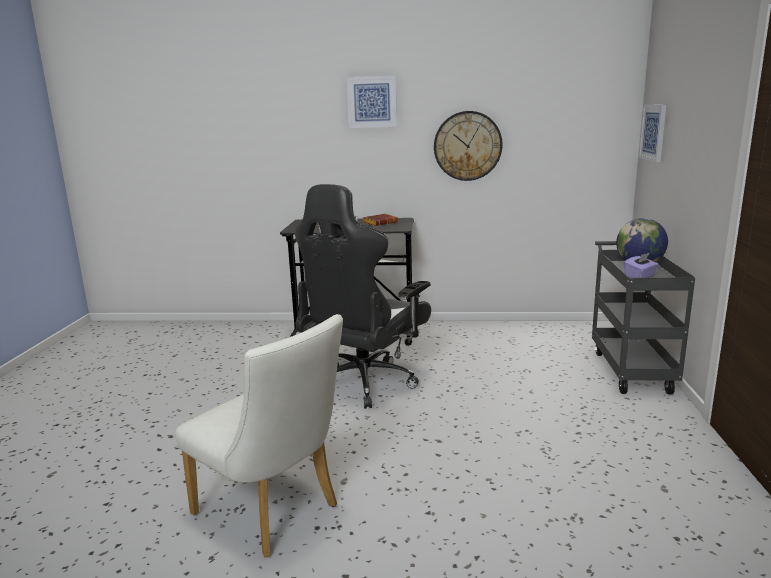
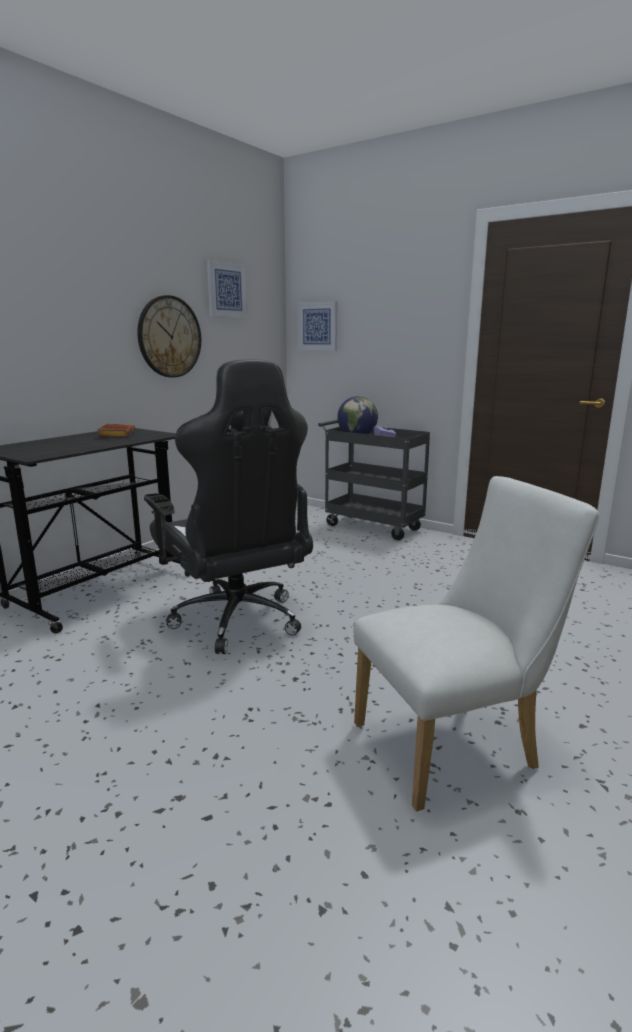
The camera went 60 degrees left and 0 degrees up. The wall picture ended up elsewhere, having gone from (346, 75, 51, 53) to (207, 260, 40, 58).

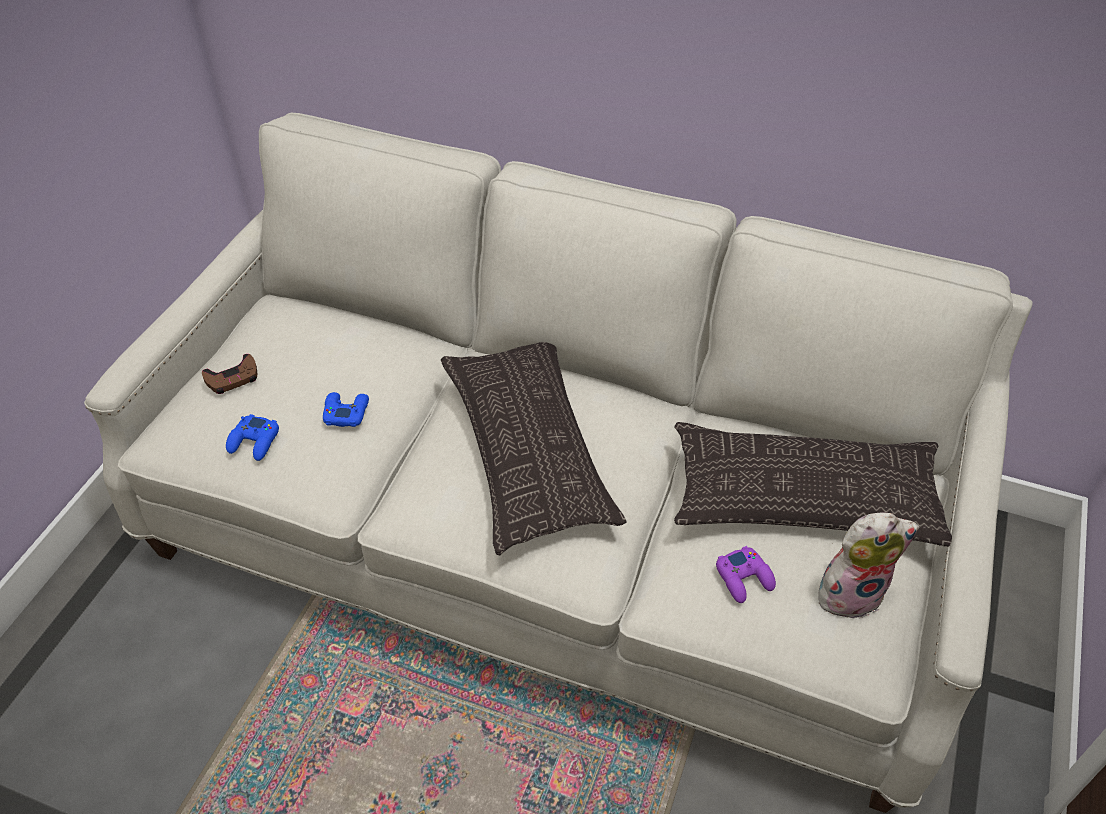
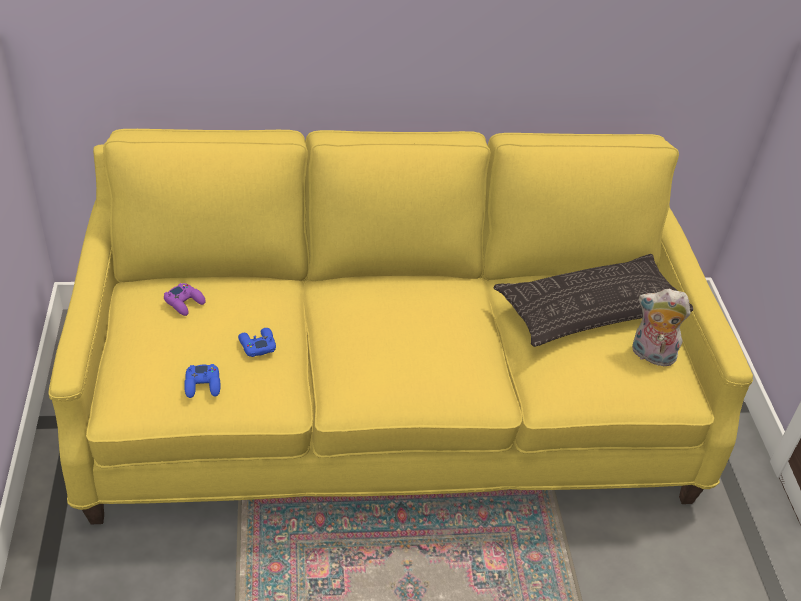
The camera went 30 degrees left and 5 degrees down. What was the white-coloured couch at (84, 113, 948, 700) turned into the yellow-coloured couch at (49, 129, 704, 395). The purple joypad ended up elsewhere, having gone from (716, 546, 60, 57) to (164, 283, 42, 33). The soft toy at (818, 512, 101, 107) ended up facing another way, 120 degrees counterclockwise from before. The second view lost the brown joypad at (202, 354, 55, 40). The second view lost the pillow at (441, 342, 186, 213).

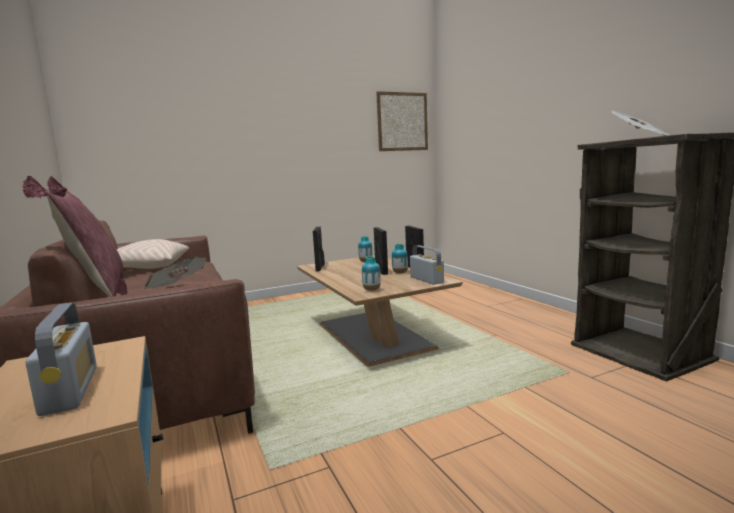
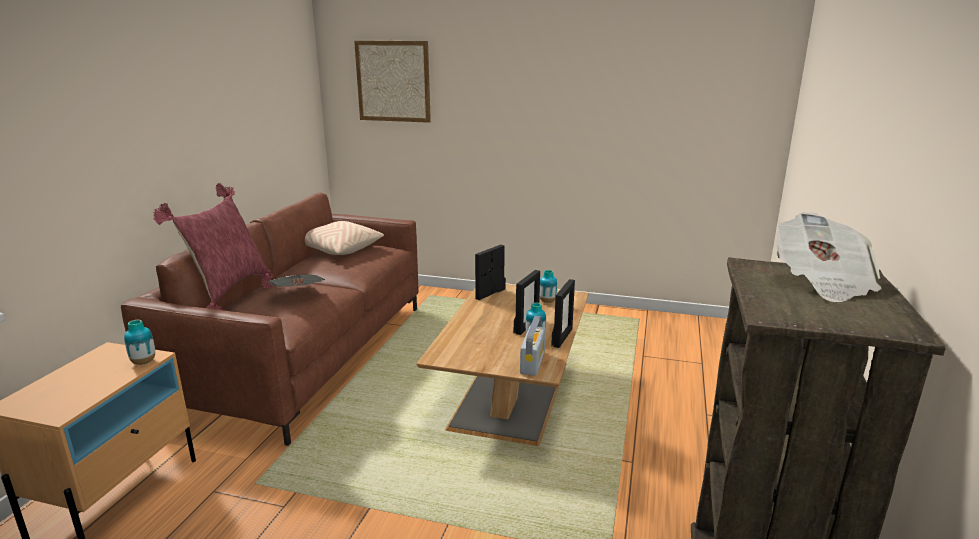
The camera went 40 degrees right and 10 degrees up. The vase ended up elsewhere, having gone from (362, 256, 19, 35) to (124, 320, 31, 45). The wall picture ended up elsewhere, having gone from (376, 91, 52, 60) to (354, 39, 77, 84). The second view lost the radio set at (25, 302, 72, 114).

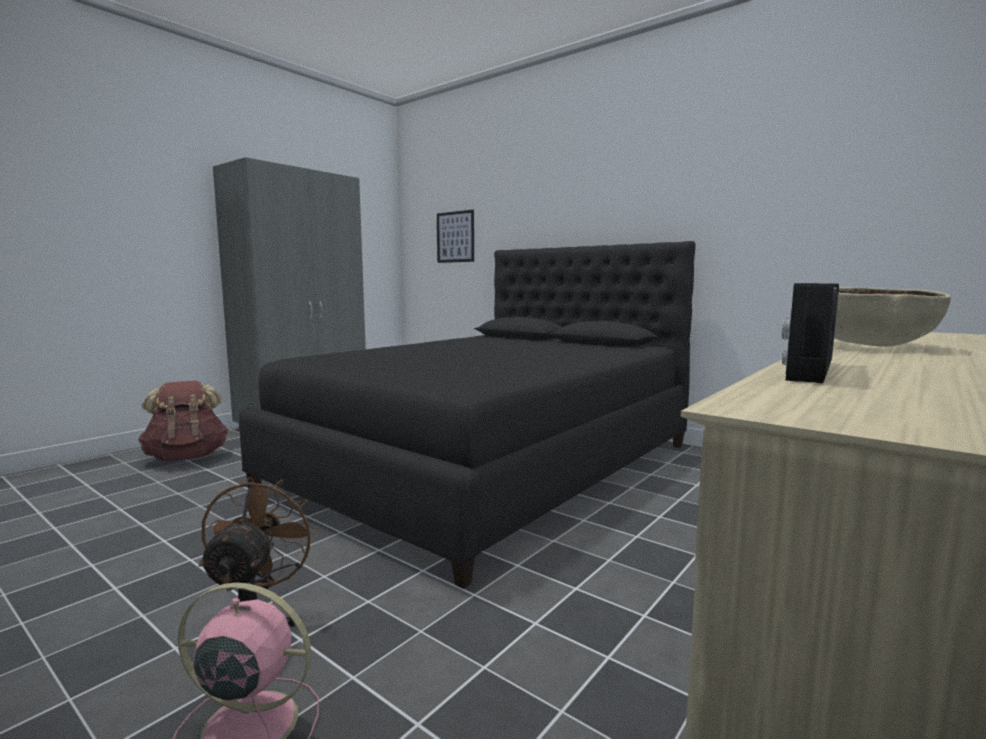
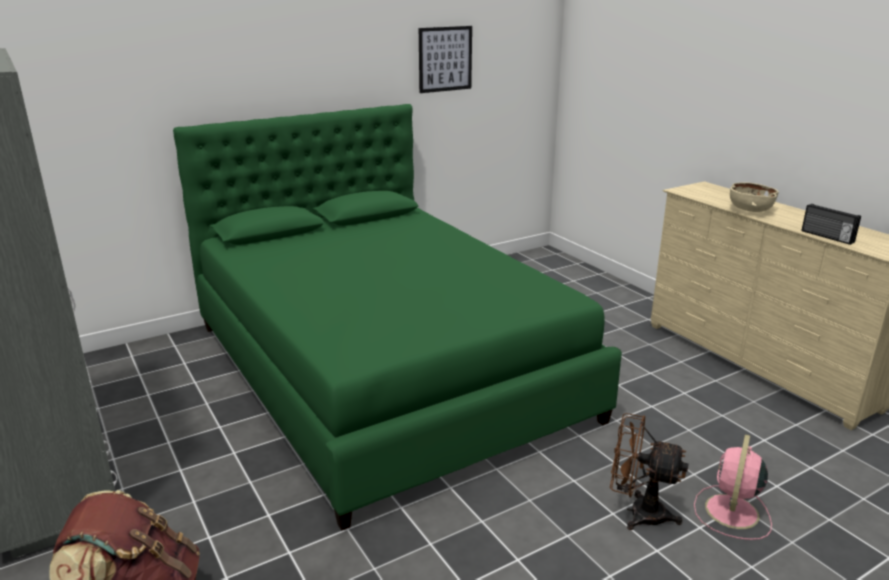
The camera went 70 degrees left and 15 degrees up. What was the blackish bedroom bed at (239, 241, 457, 348) turned into the greenish bedroom bed at (173, 104, 449, 427). The wall picture ended up elsewhere, having gone from (437, 210, 37, 53) to (419, 26, 53, 67).

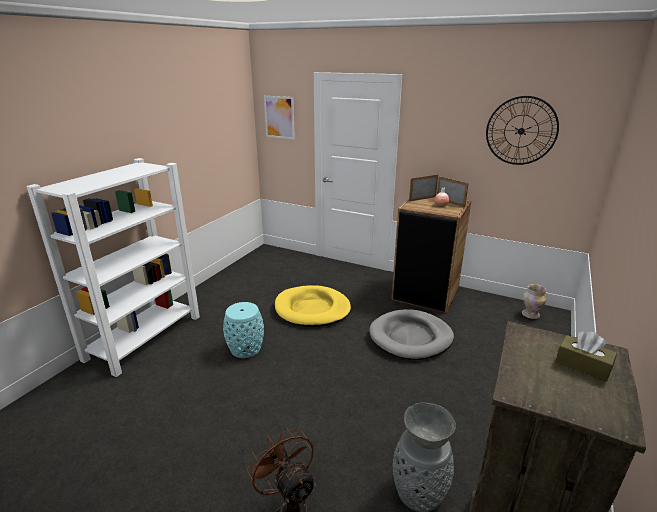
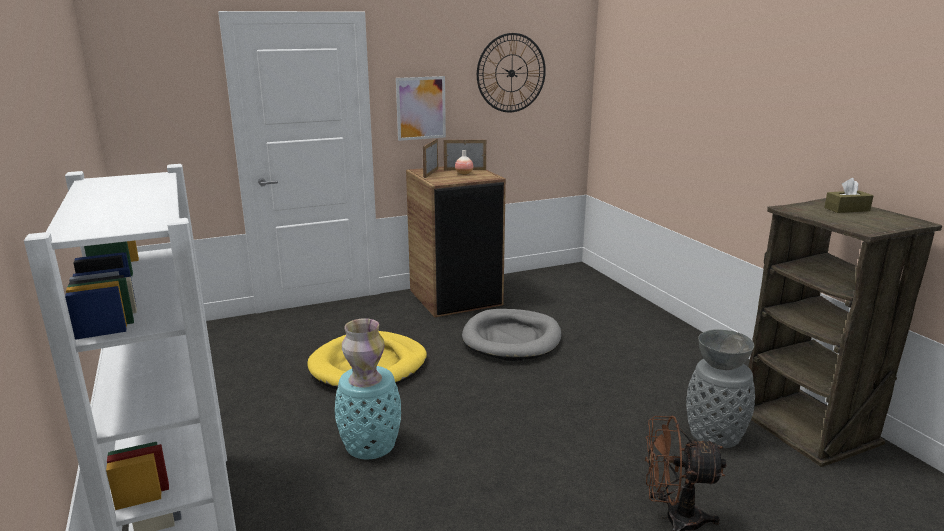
The camera went 50 degrees left and 5 degrees down. The vase ended up elsewhere, having gone from (522, 284, 25, 35) to (342, 318, 43, 70). The wall picture ended up elsewhere, having gone from (264, 96, 31, 43) to (396, 76, 50, 65).

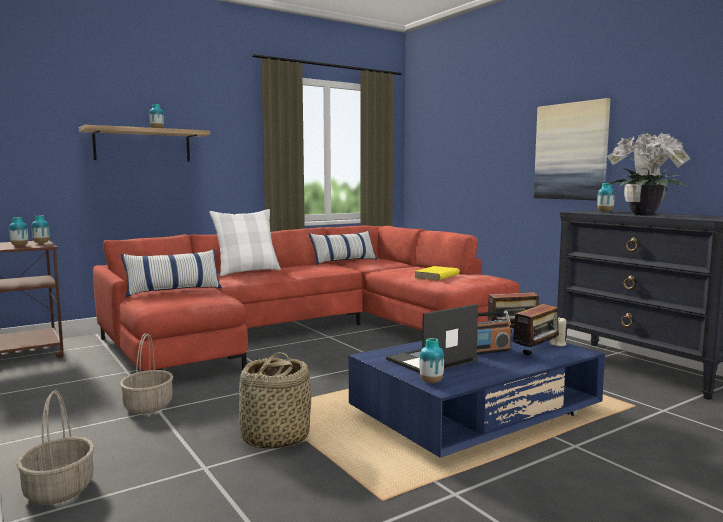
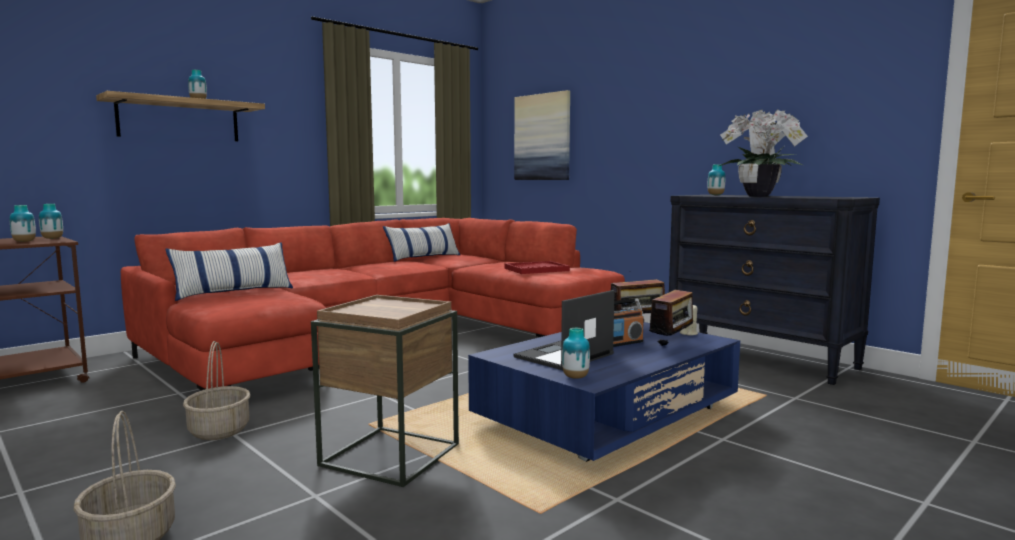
The camera went 10 degrees left and 0 degrees up. Where the household basket stood at (239, 352, 72, 97), the brown side table came to stand at (311, 295, 148, 192). Where the yellow-coloured volume stood at (414, 266, 46, 14), the red tray came to stand at (504, 261, 66, 13). The wall picture ended up elsewhere, having gone from (534, 98, 76, 102) to (514, 90, 56, 90). The second view lost the white-coloured pillow at (209, 209, 72, 67).

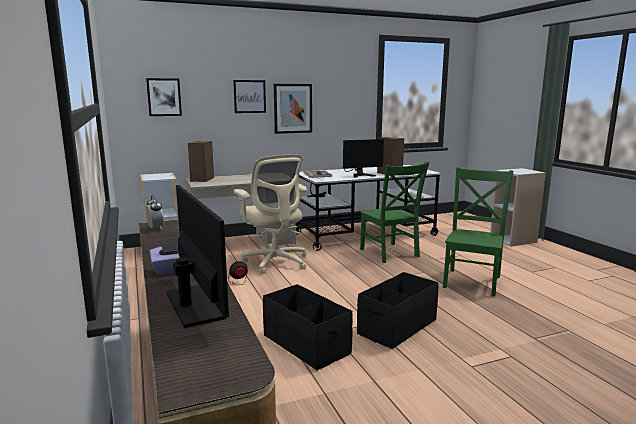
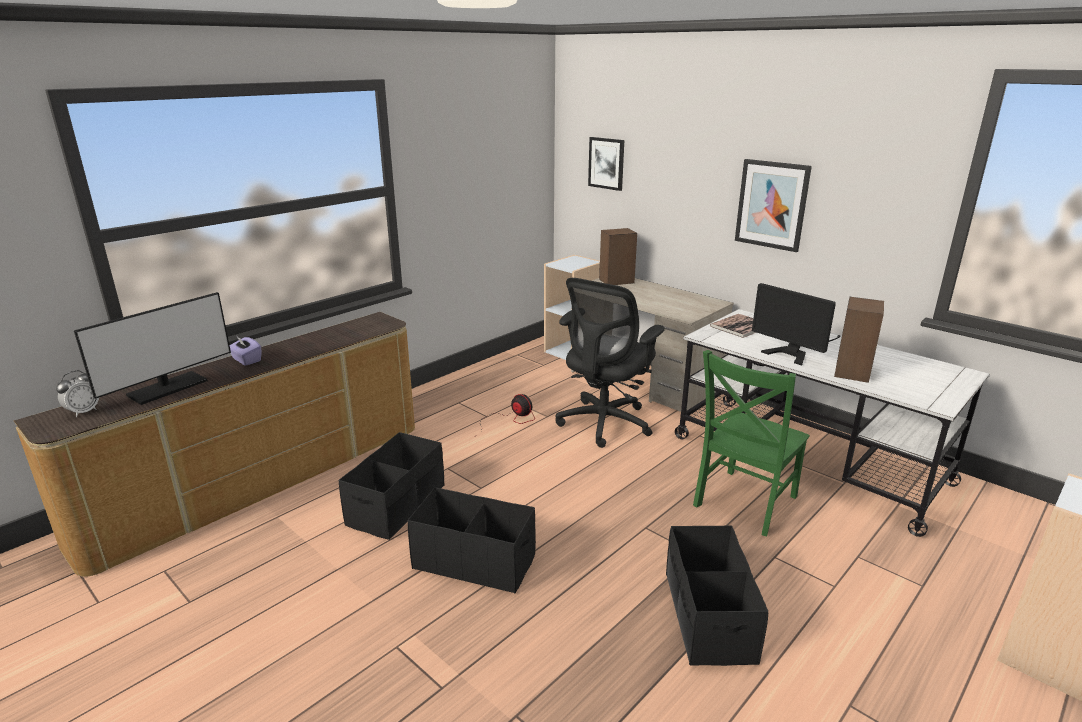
The camera went 65 degrees right and 10 degrees up. The alarm clock ended up elsewhere, having gone from (145, 196, 19, 34) to (56, 370, 43, 47). What was the sand-coloured computer chair at (234, 154, 73, 120) turned into the blackish computer chair at (555, 278, 109, 170). Where the greenish upright chair stood at (443, 167, 70, 129), the blackish storage bin came to stand at (666, 526, 102, 140). The second view lost the wall picture at (233, 80, 33, 33).

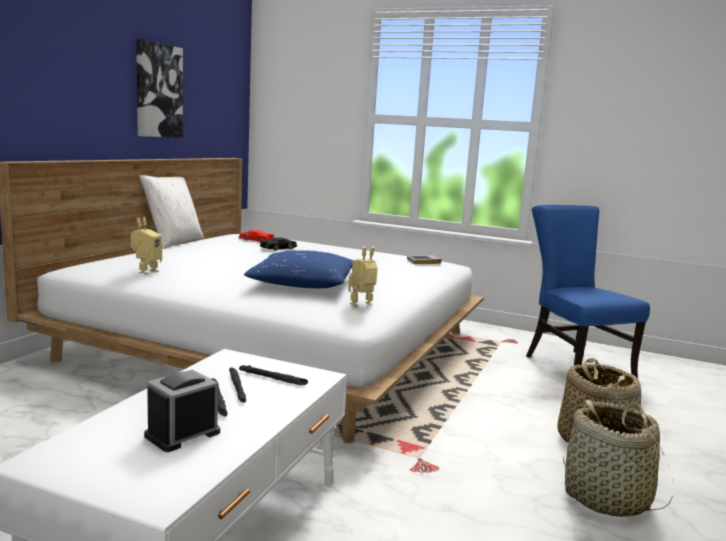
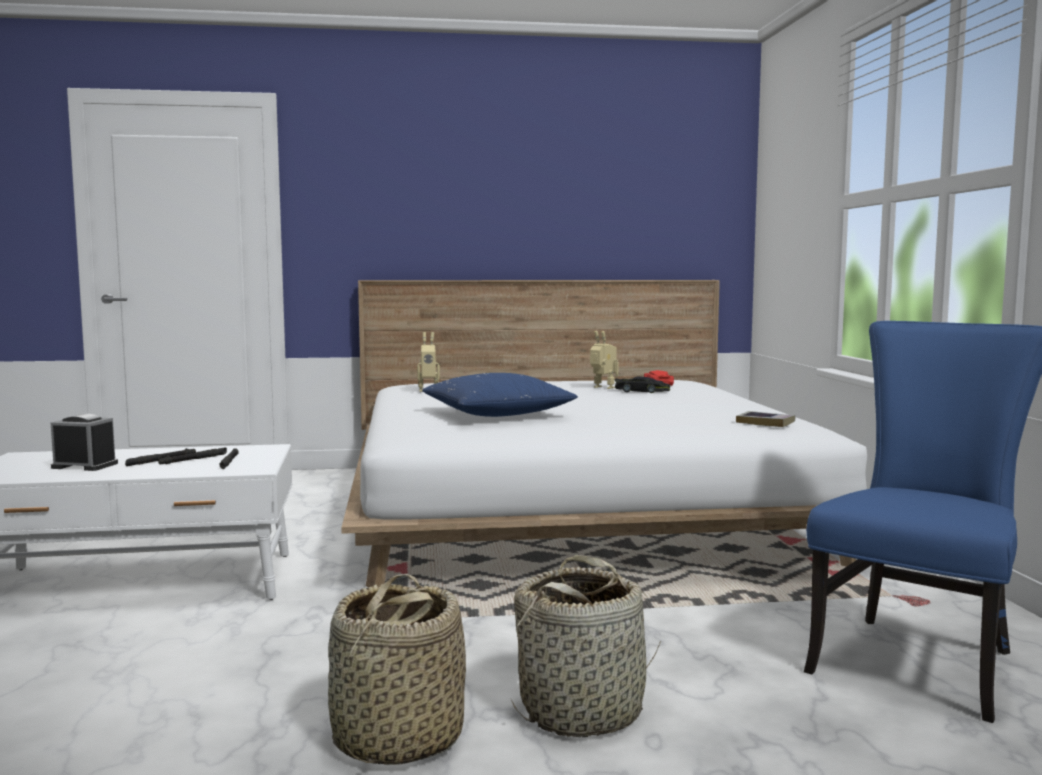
The camera went 60 degrees right and 5 degrees down. The toy robot ended up elsewhere, having gone from (348, 246, 29, 61) to (590, 331, 29, 58). The second view lost the wall picture at (136, 39, 47, 99). The second view lost the white-coloured pillow at (139, 175, 65, 74).

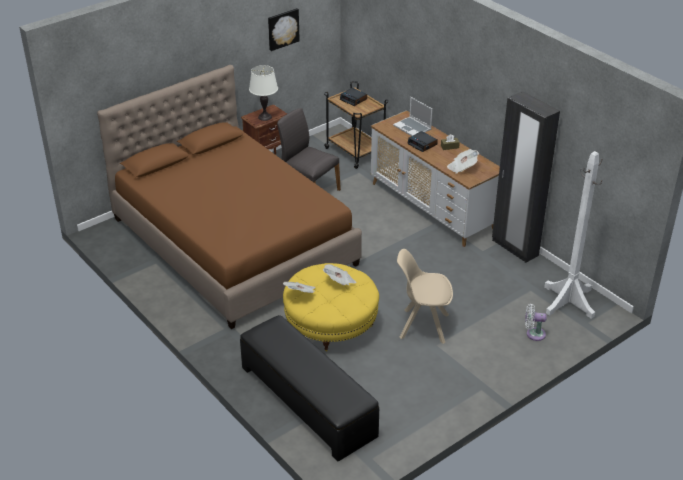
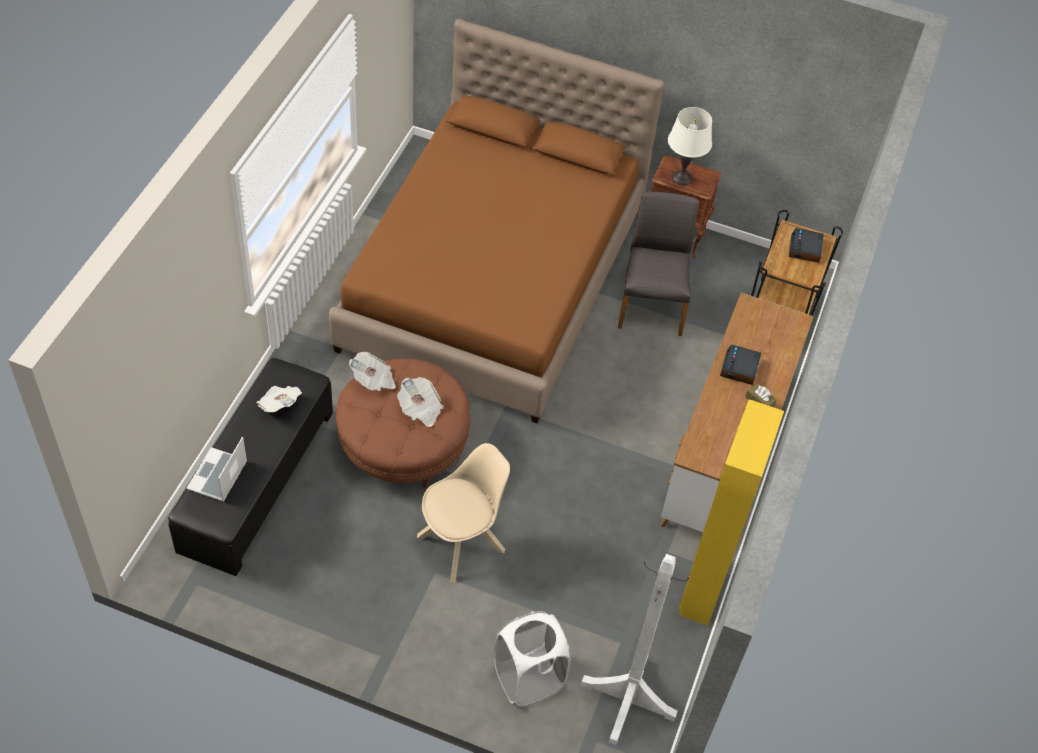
The camera went 55 degrees right and 15 degrees up. The portable computer ended up elsewhere, having gone from (393, 97, 39, 39) to (187, 437, 60, 65). The daily paper ended up elsewhere, having gone from (447, 149, 32, 25) to (256, 386, 46, 26). What was the yellow-coloured ottoman at (283, 263, 96, 89) turned into the brown ottoman at (336, 359, 134, 129). The sand-coloured upright chair at (397, 249, 56, 95) ended up facing another way, 75 degrees clockwise from before. Where the white-coloured fan stood at (525, 304, 22, 37), the white-coloured washing basket came to stand at (494, 611, 77, 95). What was the blackish clothes cupboard at (492, 91, 68, 172) turned into the yellow-coloured clothes cupboard at (679, 400, 105, 226). The second view lost the wall picture at (268, 8, 32, 43).

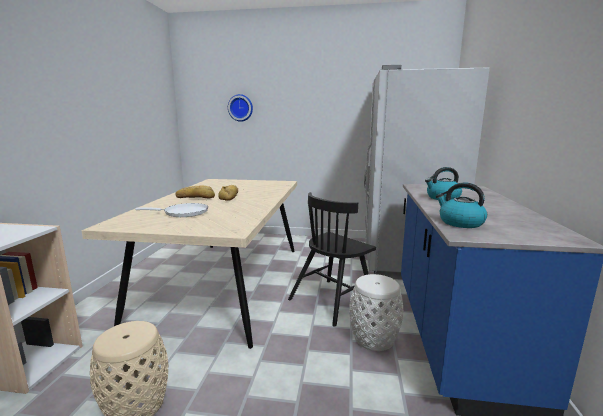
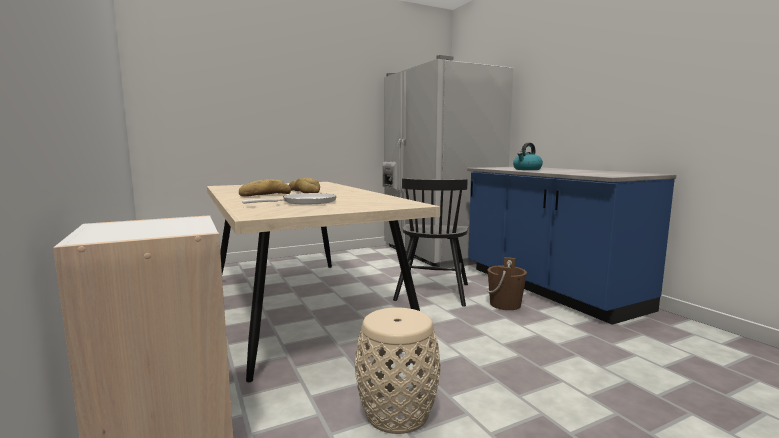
The camera went 35 degrees left and 5 degrees down. Where the white-coloured stool stood at (349, 274, 54, 77), the brown bucket came to stand at (487, 257, 40, 53). The second view lost the hanging clock at (228, 94, 25, 28). The second view lost the kettle at (436, 182, 51, 46).

